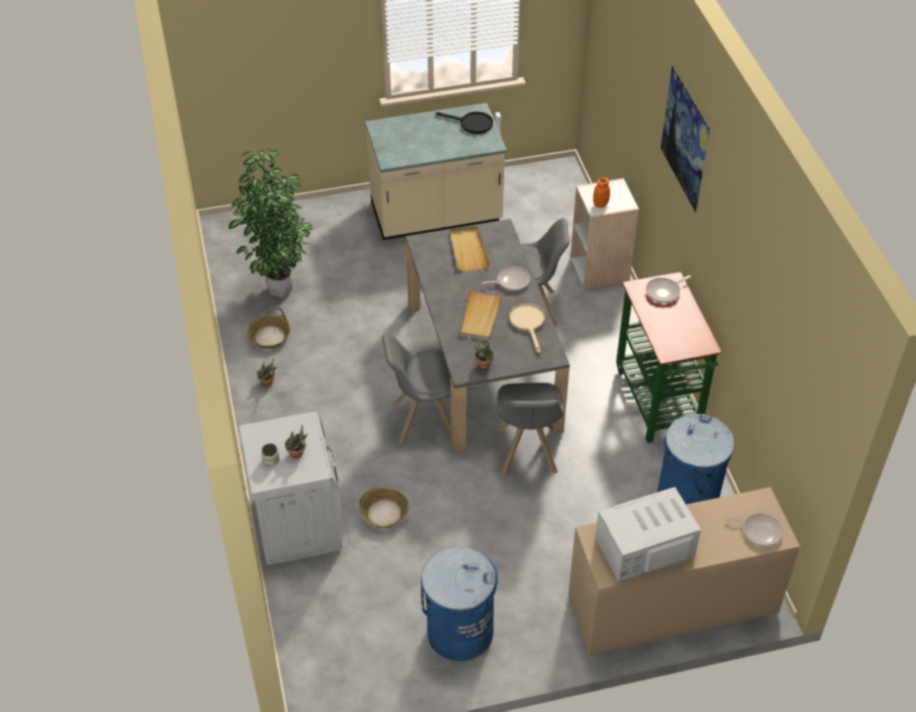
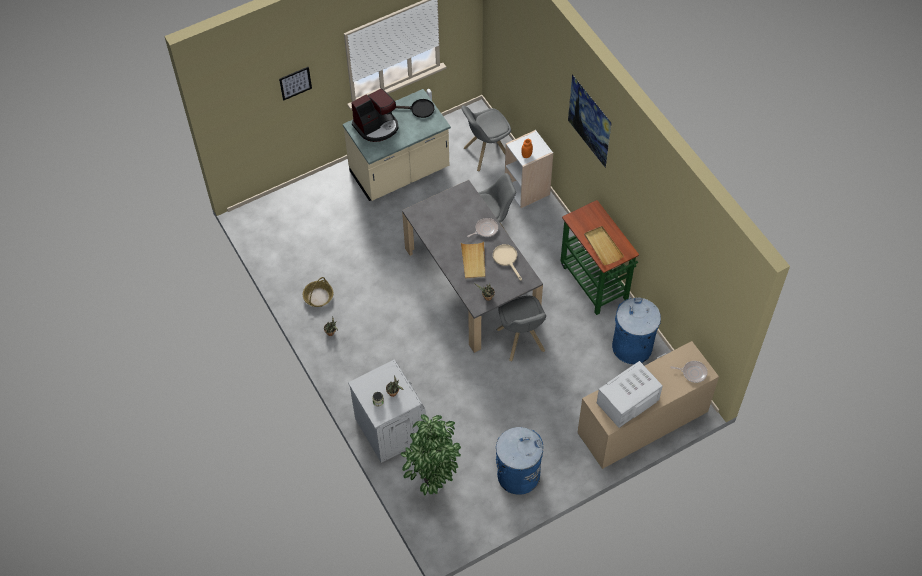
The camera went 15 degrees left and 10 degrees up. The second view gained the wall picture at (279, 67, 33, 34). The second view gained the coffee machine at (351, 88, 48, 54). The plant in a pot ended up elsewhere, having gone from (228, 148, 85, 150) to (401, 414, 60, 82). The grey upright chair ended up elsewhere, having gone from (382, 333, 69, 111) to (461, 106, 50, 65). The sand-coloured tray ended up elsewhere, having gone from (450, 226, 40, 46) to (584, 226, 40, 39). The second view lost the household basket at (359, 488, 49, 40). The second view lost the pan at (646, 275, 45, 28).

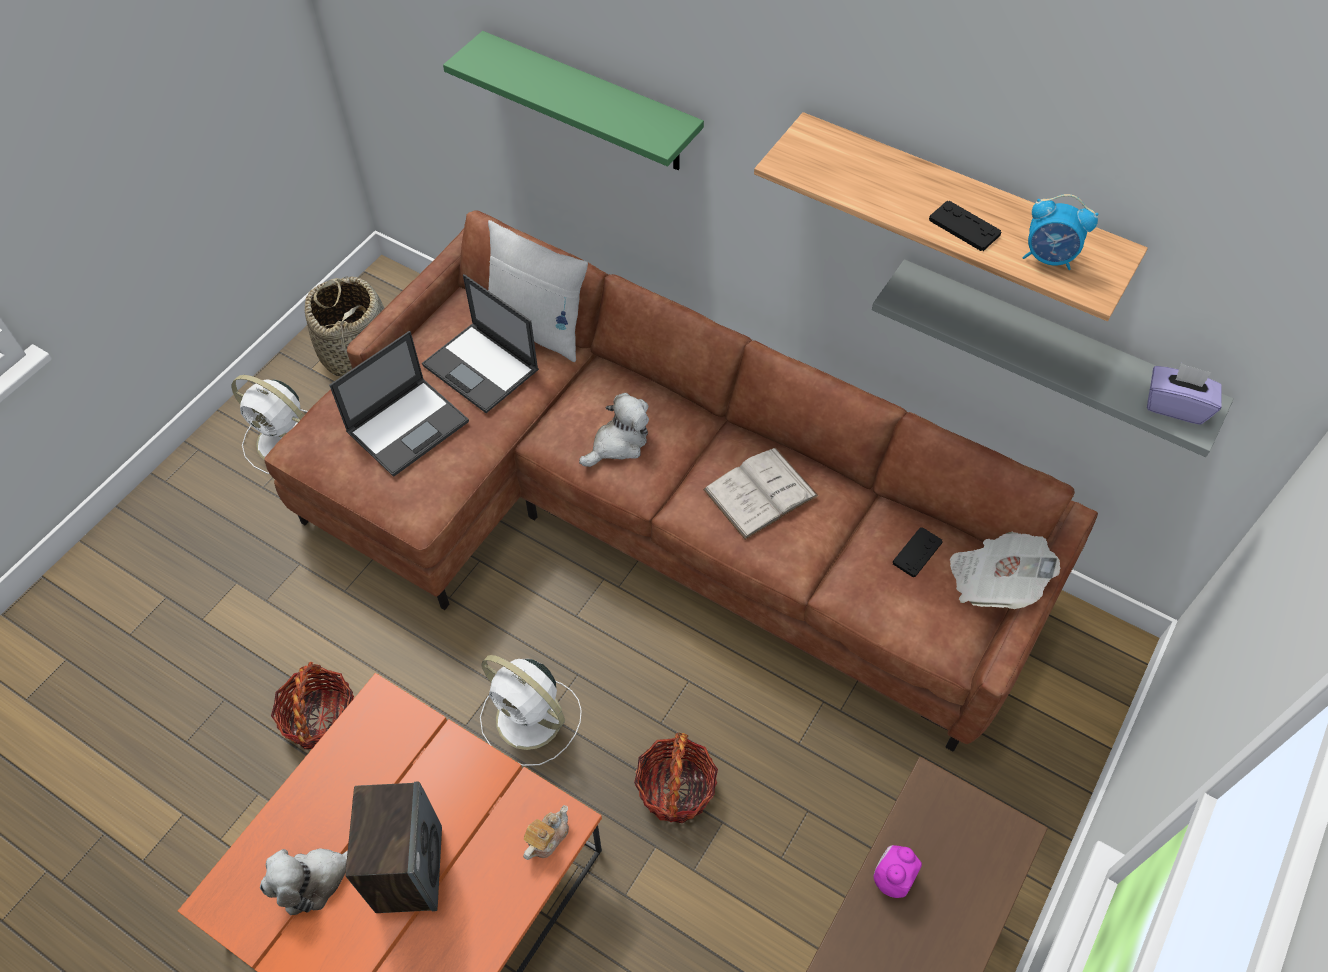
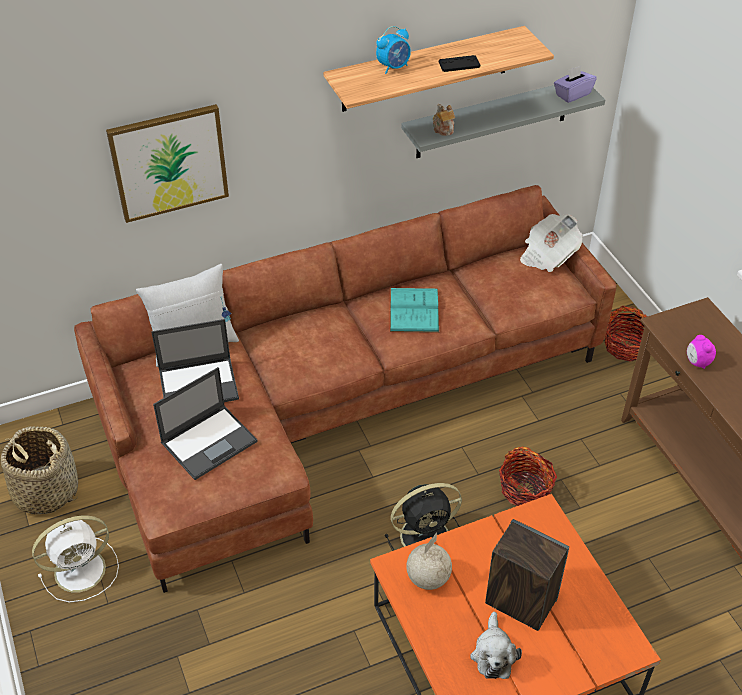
The camera went 55 degrees left and 10 degrees down. Where the greenish bracket shelf hung at (443, 31, 261, 139), the wall picture came to hang at (106, 104, 123, 119). The portable computer at (329, 331, 140, 146) ended up facing another way, 60 degrees clockwise from before. The alarm clock ended up elsewhere, having gone from (1022, 194, 77, 76) to (376, 26, 35, 48). What was the white-coloured fan at (480, 655, 102, 111) turned into the blackish fan at (385, 483, 77, 67). What was the white-coloured volume at (703, 448, 116, 91) turned into the turquoise volume at (390, 288, 49, 45). The second view gained the desk globe at (406, 533, 46, 57). The pot for tea ended up elsewhere, having gone from (523, 805, 46, 55) to (433, 104, 22, 32). The household basket ended up elsewhere, having gone from (271, 662, 83, 87) to (605, 306, 43, 56). The second view lost the soft toy at (579, 393, 70, 74). The second view lost the blackish joypad at (892, 527, 51, 50).

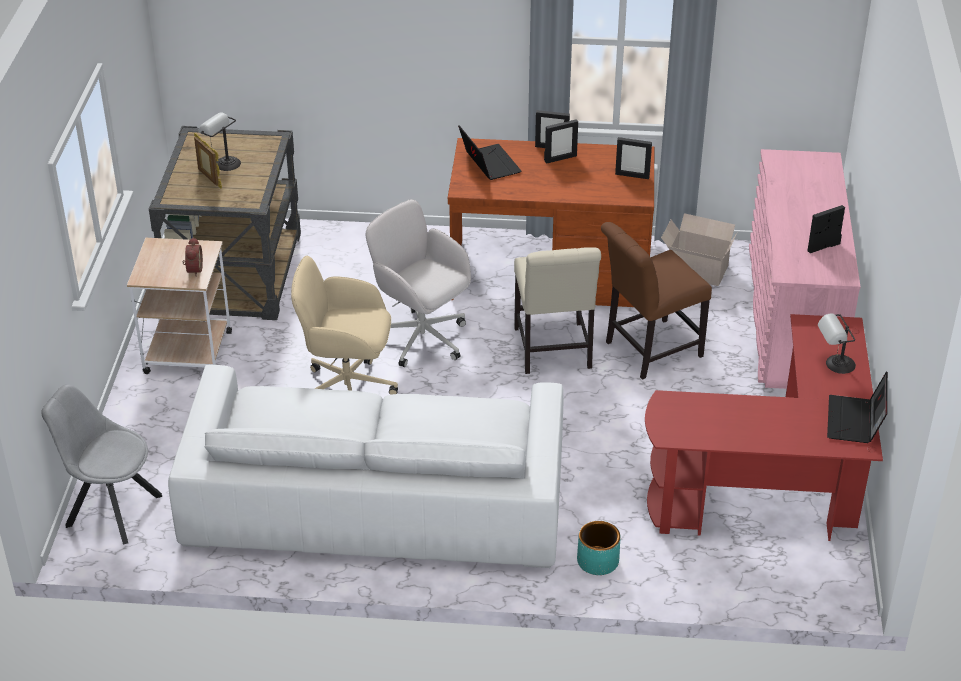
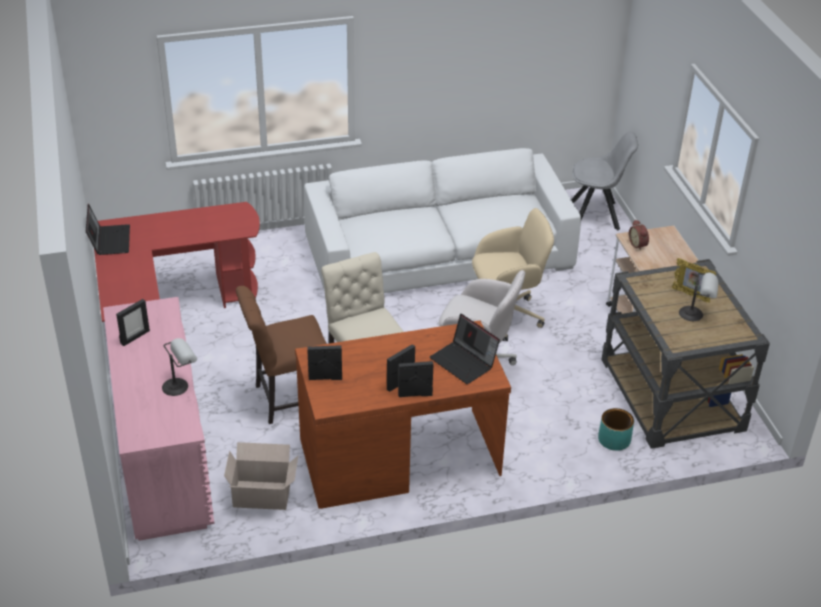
The camera went 160 degrees right and 0 degrees up. The table lamp ended up elsewhere, having gone from (818, 314, 38, 60) to (162, 338, 35, 58). The brown upright chair at (601, 222, 111, 158) ended up facing another way, 150 degrees counterclockwise from before. The turquoise plant pot ended up elsewhere, having gone from (577, 521, 44, 54) to (598, 408, 36, 43).

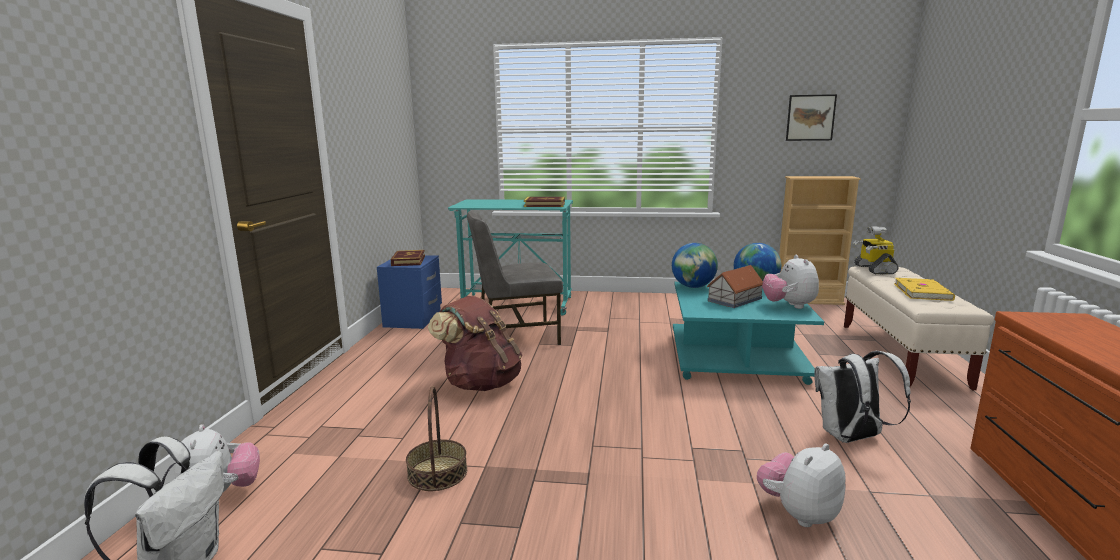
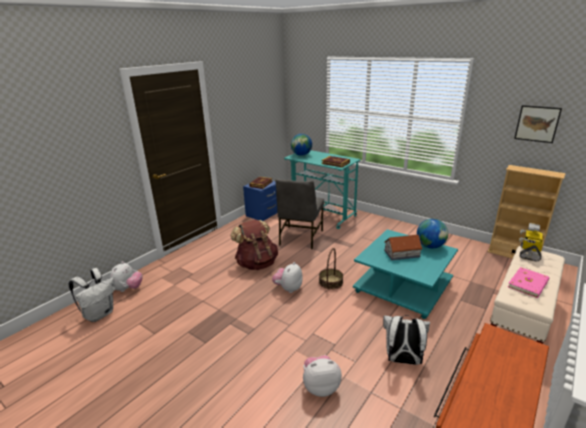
The camera went 30 degrees right and 10 degrees up. The soft toy ended up elsewhere, having gone from (762, 255, 57, 54) to (272, 262, 31, 31). The grey upright chair at (467, 211, 96, 134) ended up facing another way, 90 degrees counterclockwise from before. The desk globe ended up elsewhere, having gone from (672, 243, 46, 45) to (291, 134, 21, 22). The household basket ended up elsewhere, having gone from (406, 386, 61, 105) to (319, 248, 24, 41). What was the yellow-coloured volume at (894, 278, 61, 23) turned into the pinkish volume at (508, 267, 41, 31).

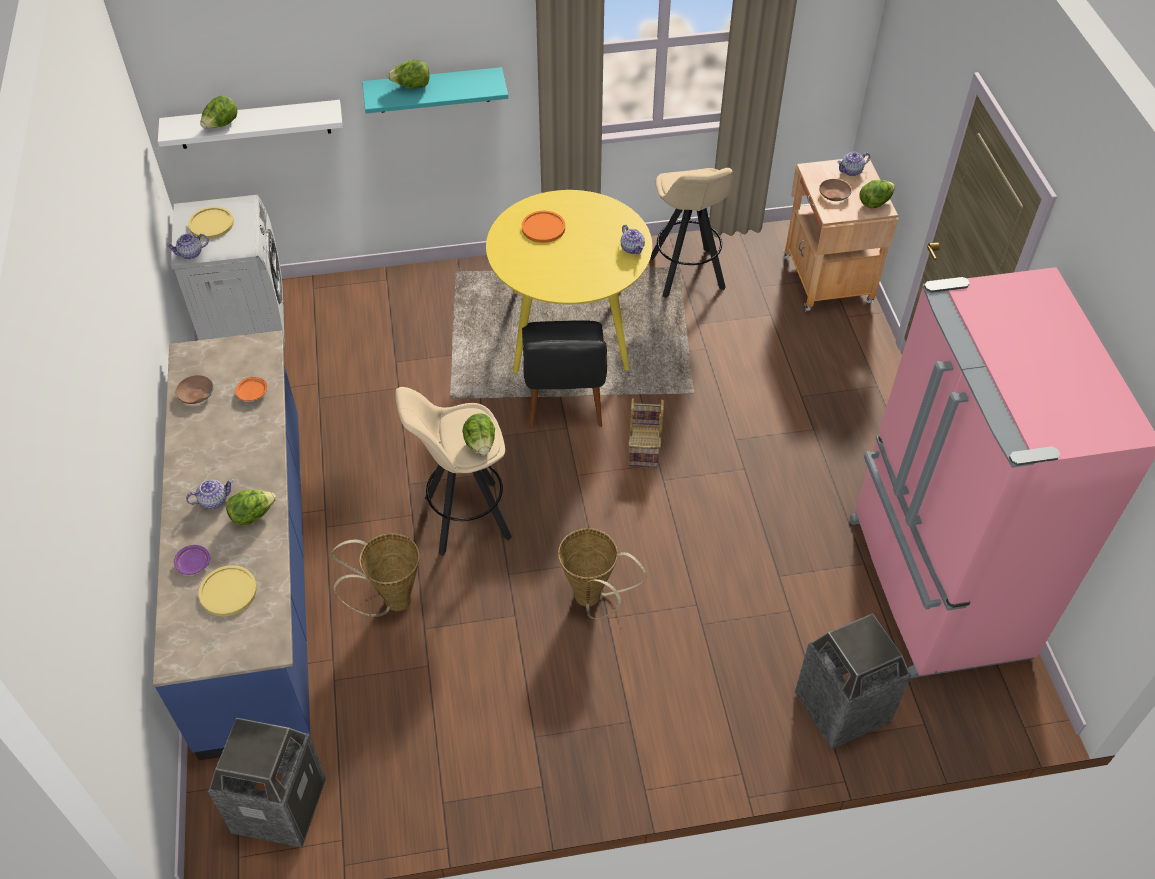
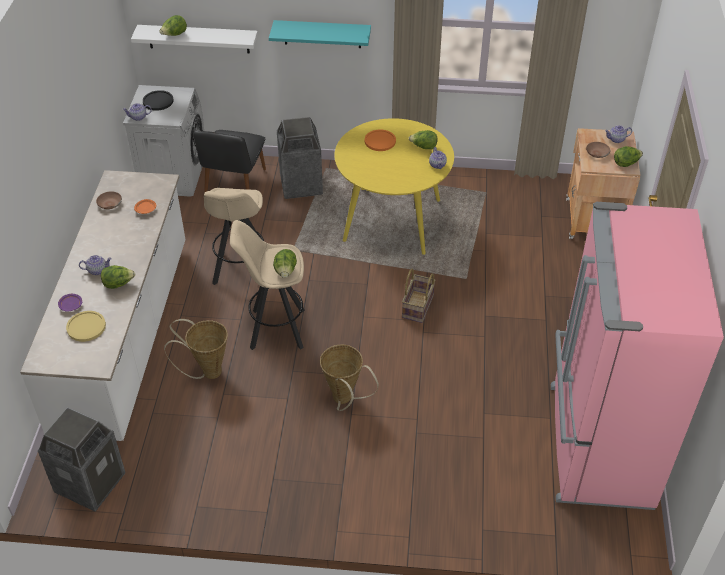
The camera went 15 degrees right and 5 degrees down. What was the blue-coloured counter at (153, 330, 157, 430) turned into the white-coloured counter at (20, 170, 166, 271). What was the yellow-coloured plate at (188, 207, 46, 32) turned into the blackish plate at (143, 90, 31, 21). The blackish upright chair ended up elsewhere, having gone from (522, 320, 85, 109) to (193, 130, 73, 63). The sand-coloured stool ended up elsewhere, having gone from (650, 168, 83, 130) to (204, 188, 60, 98). The waste bin ended up elsewhere, having gone from (795, 613, 116, 137) to (277, 117, 46, 82). The lettuce head ended up elsewhere, having gone from (387, 60, 43, 29) to (409, 130, 28, 19).

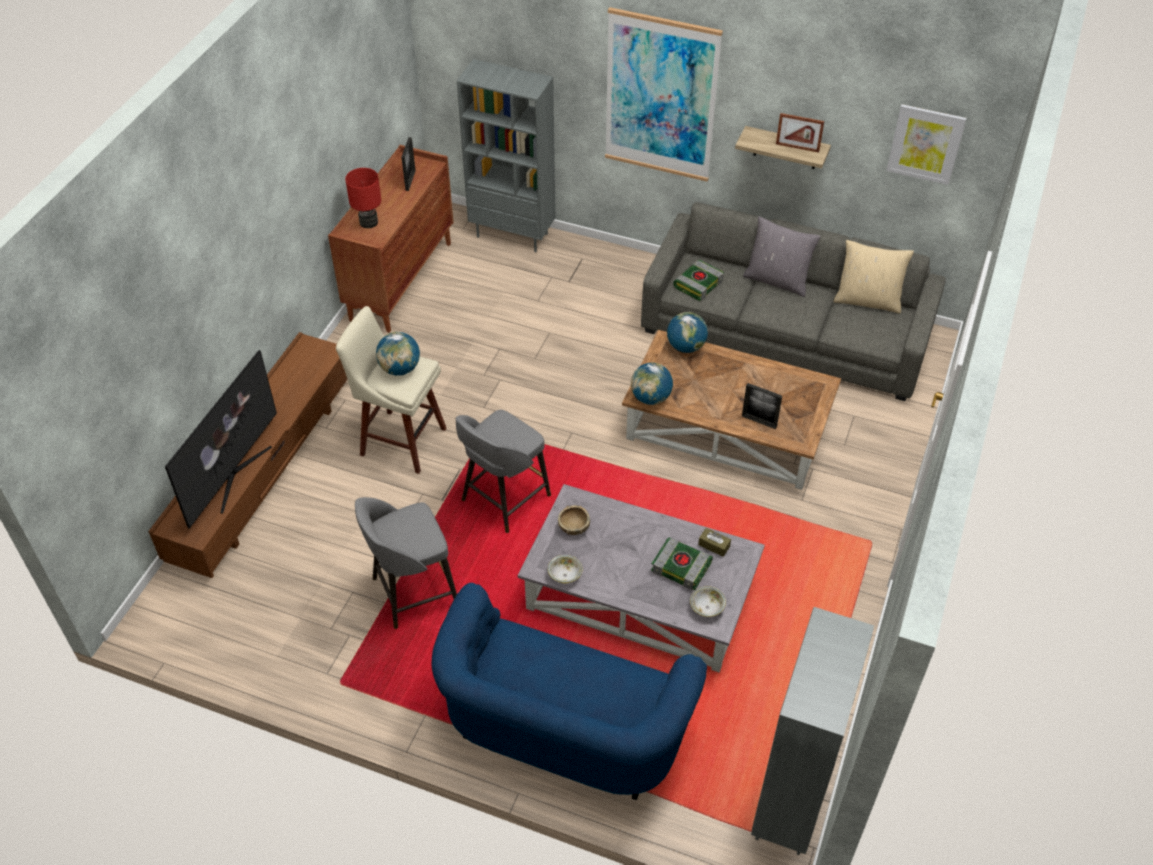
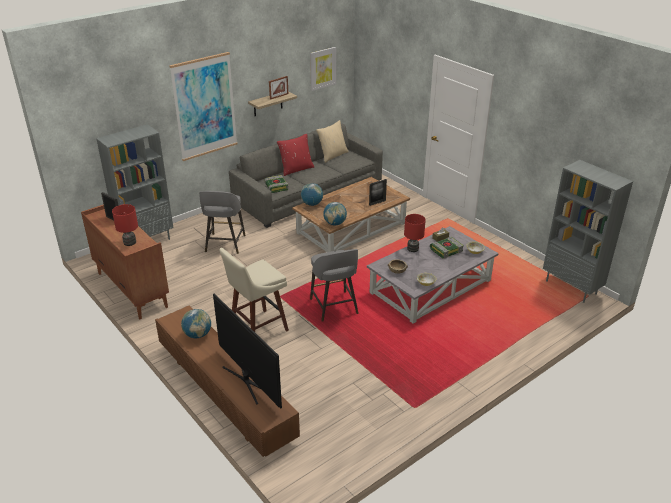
The camera went 60 degrees left and 15 degrees down. The desk globe ended up elsewhere, having gone from (376, 332, 44, 44) to (181, 309, 30, 30). The grey stool ended up elsewhere, having gone from (355, 497, 102, 132) to (199, 191, 47, 63). What was the grey pillow at (743, 216, 78, 81) turned into the red pillow at (277, 134, 37, 42). The second view gained the red table lamp at (404, 214, 22, 38). The second view lost the blue-coloured couch at (432, 583, 275, 217).

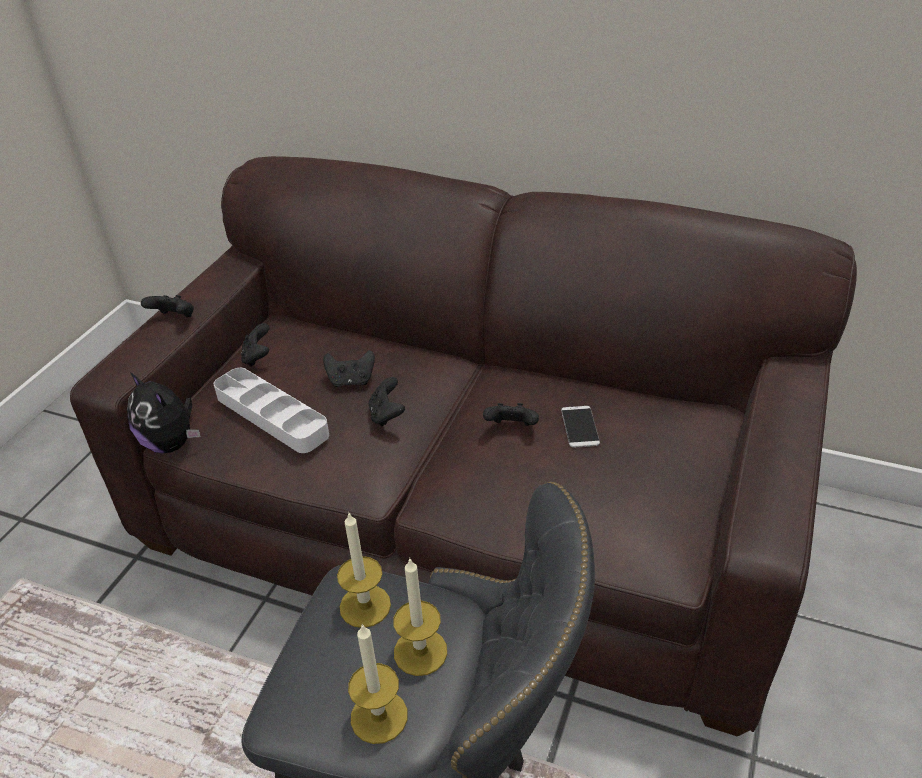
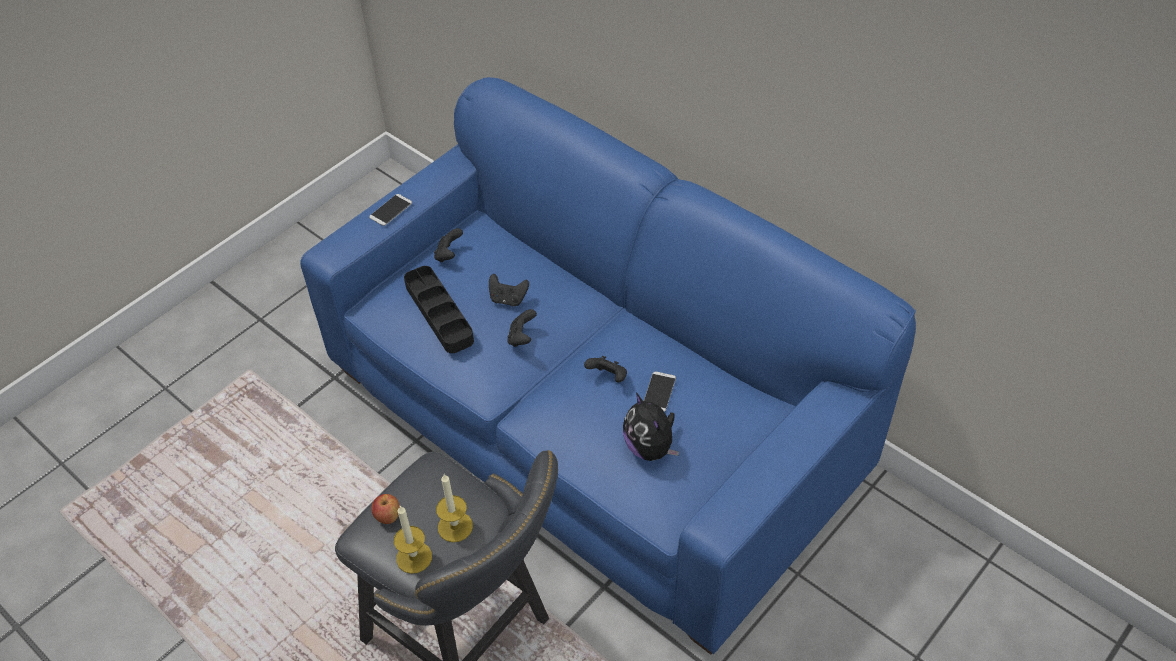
The camera went 20 degrees right and 10 degrees up. What was the brown couch at (70, 156, 787, 580) turned into the blue-coloured couch at (300, 77, 616, 578). Where the blackish joypad stood at (141, 295, 53, 22), the handset came to stand at (369, 194, 43, 32). The second view gained the apple fruit at (371, 494, 29, 30). What was the white-coloured tray at (214, 368, 115, 85) turned into the blackish tray at (404, 266, 70, 87). The soft toy ended up elsewhere, having gone from (127, 372, 74, 81) to (623, 392, 56, 69). The second view lost the candle at (337, 512, 54, 116).

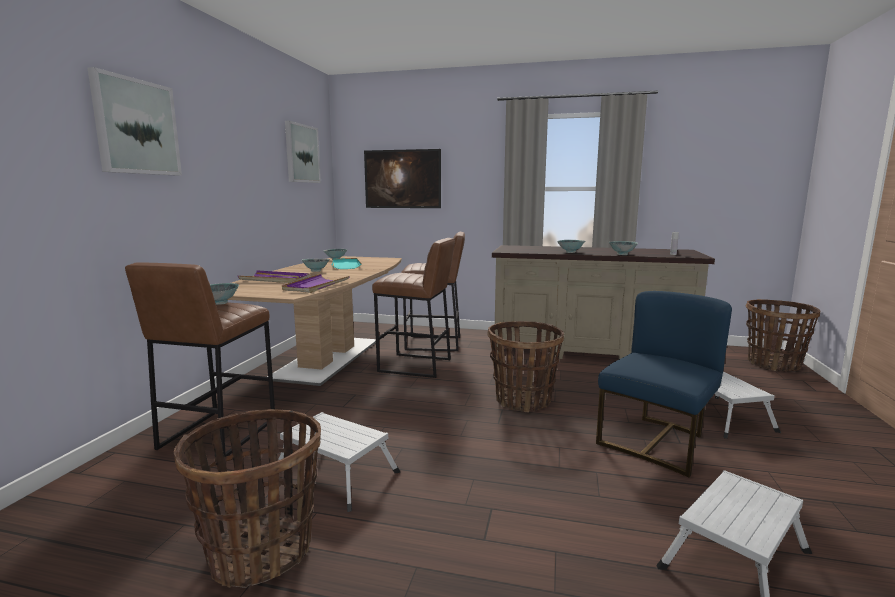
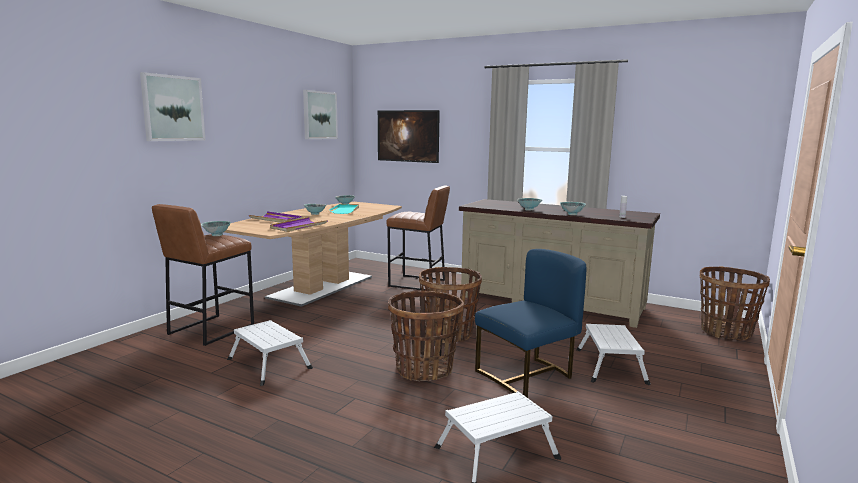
The camera went 15 degrees right and 0 degrees up. The household basket ended up elsewhere, having gone from (174, 409, 147, 179) to (388, 291, 76, 90). The second view lost the brown stool at (372, 238, 83, 140).

